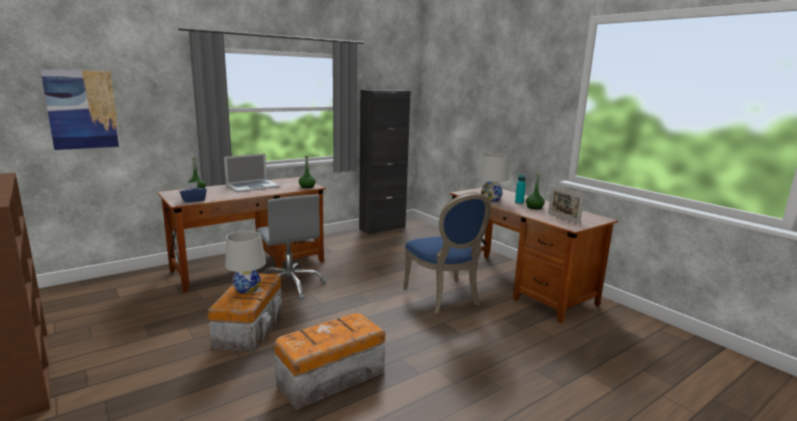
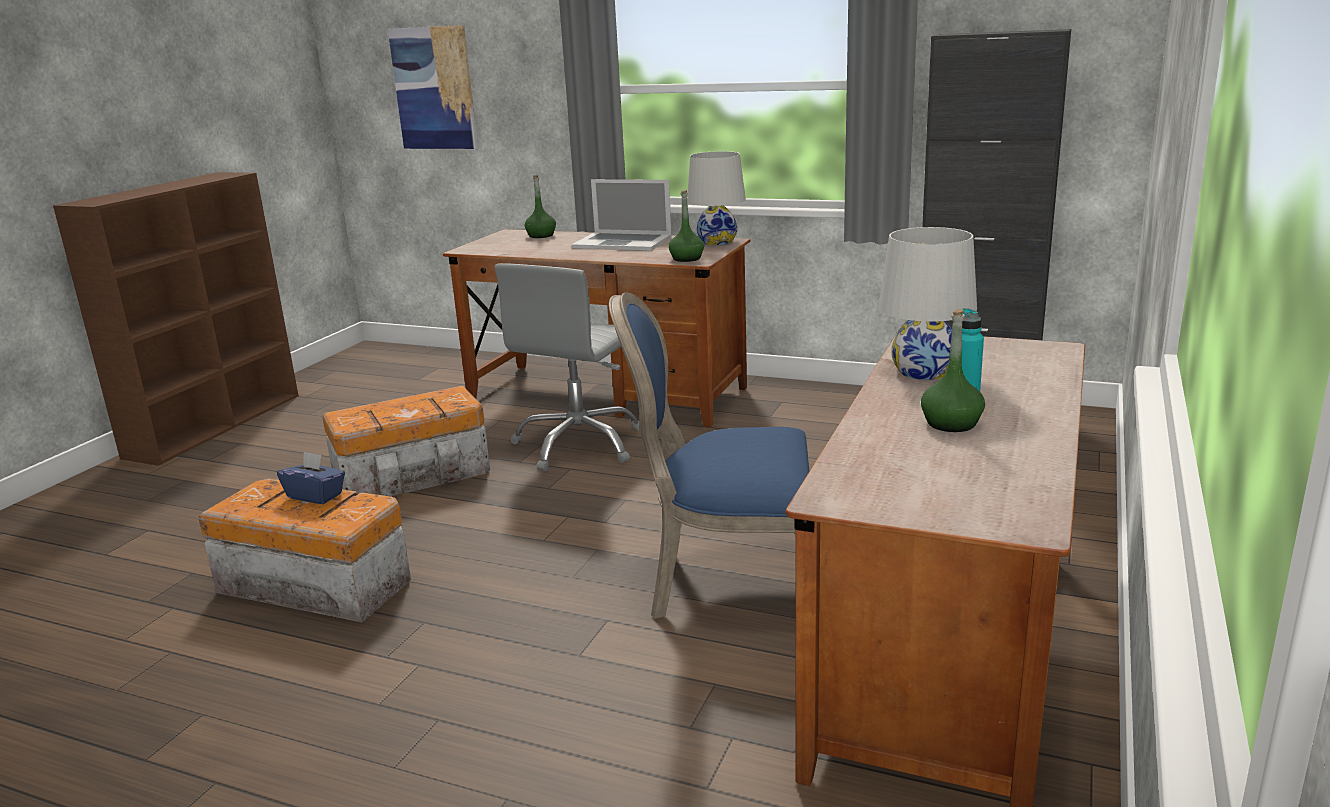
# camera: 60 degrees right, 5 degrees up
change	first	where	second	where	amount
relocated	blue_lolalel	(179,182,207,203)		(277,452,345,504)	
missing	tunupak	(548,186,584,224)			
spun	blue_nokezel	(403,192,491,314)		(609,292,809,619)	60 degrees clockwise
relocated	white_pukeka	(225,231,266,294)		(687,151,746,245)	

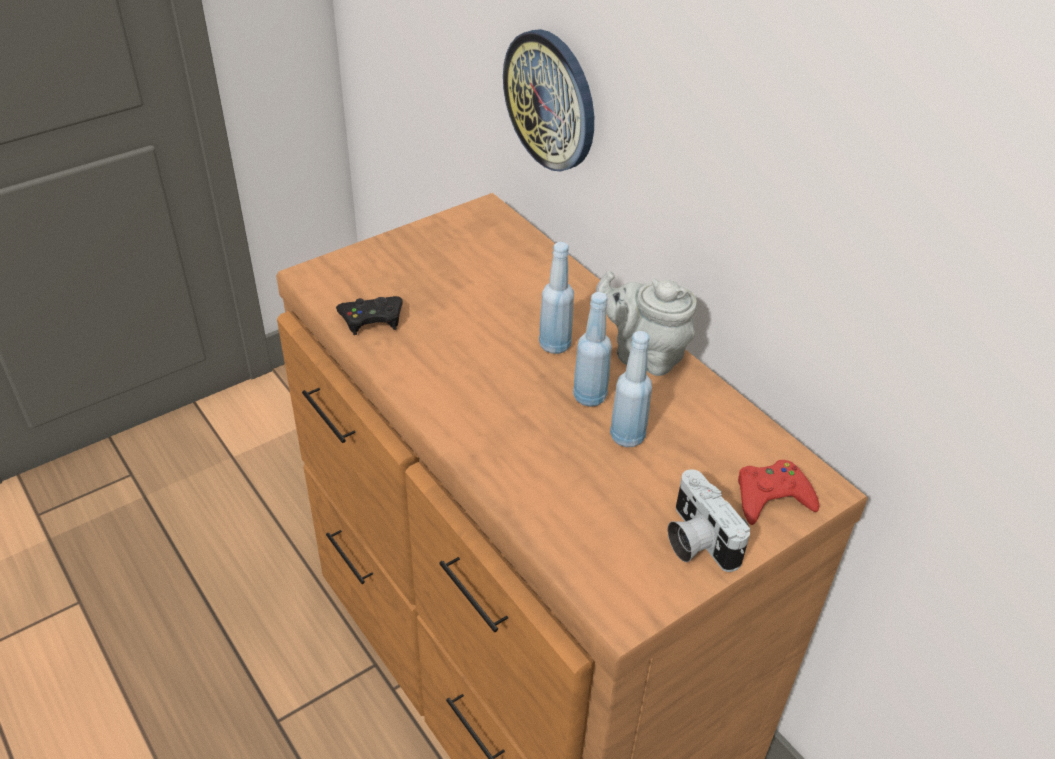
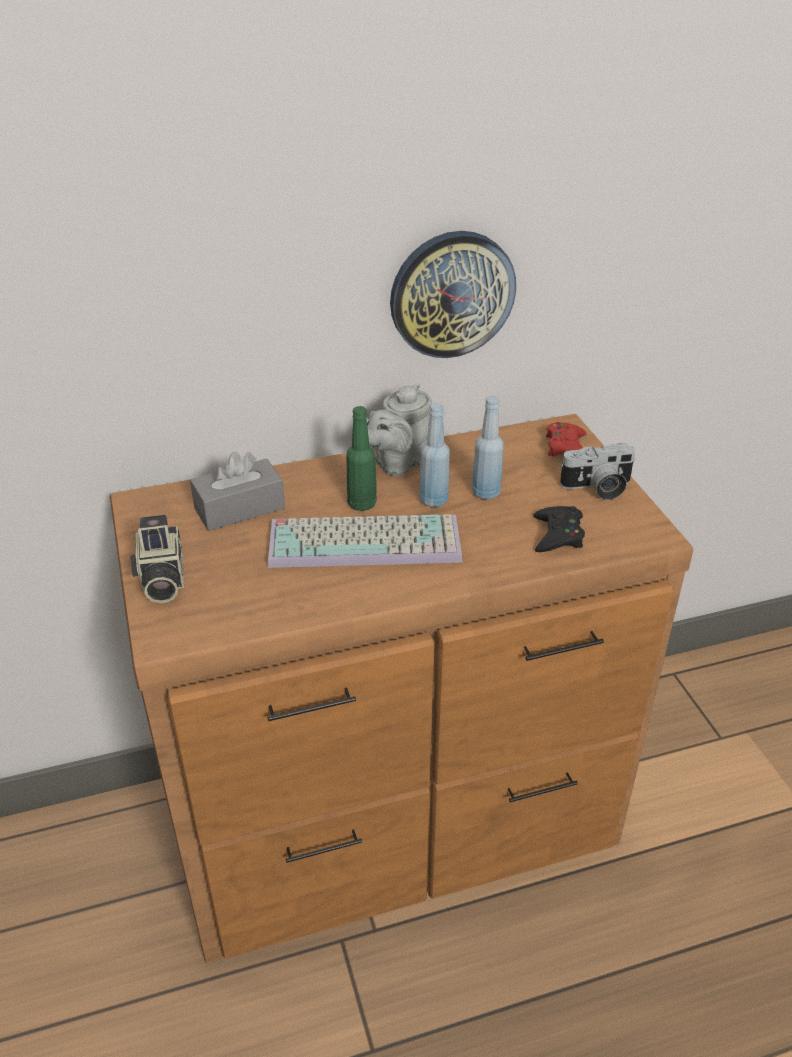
# camera: 70 degrees left, 5 degrees down
change	first	where	second	where	amount
relocated	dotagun	(503,29,594,172)		(390,231,516,358)	
colour	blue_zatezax	(539,242,574,354)	green_zatezax	(346,406,377,511)	
relocated	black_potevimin	(336,296,403,335)		(533,506,585,552)	
appeared			grey_lolalel	(190,452,285,531)	
appeared			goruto	(268,514,463,568)	
appeared			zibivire	(130,515,184,603)	

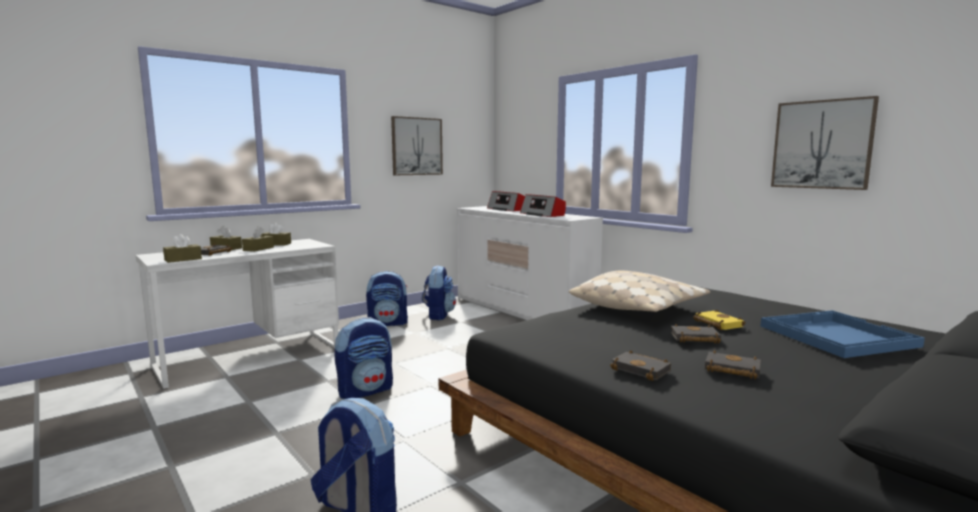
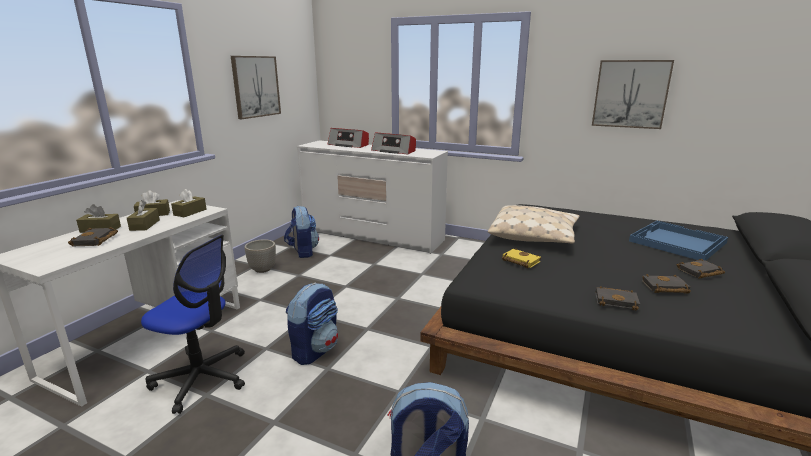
# camera: 25 degrees left, 10 degrees up
change	first	where	second	where	amount
relocated	brown_lolalel	(163,234,202,263)		(171,189,207,217)	
exchanged	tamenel	(366,271,408,326)	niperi	(245,239,276,273)	
relocated	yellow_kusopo	(693,310,745,330)		(502,248,541,268)	
relocated	black_kusopo	(671,324,721,343)		(676,259,725,279)	
appeared			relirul	(141,235,245,414)	

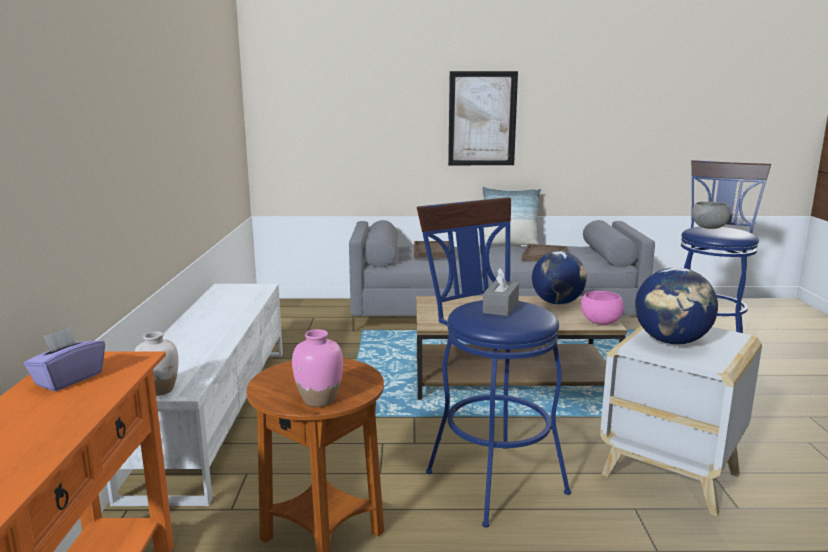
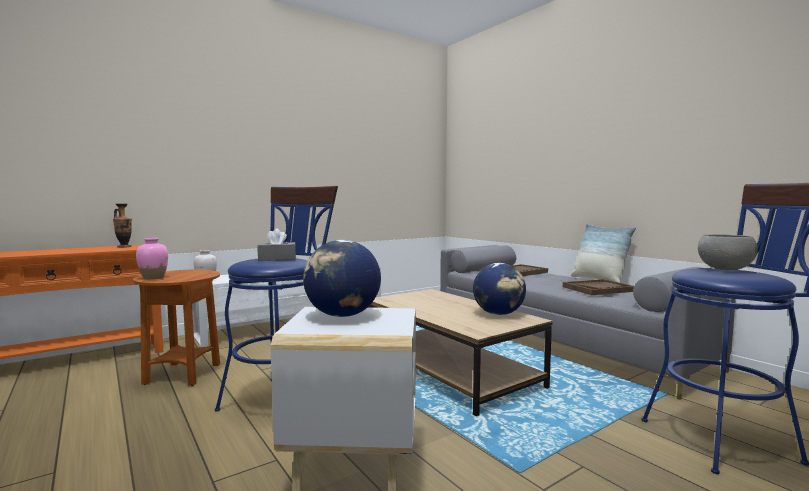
# camera: 55 degrees right, 10 degrees down
change	first	where	second	where	amount
missing	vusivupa	(448,71,518,165)			
missing	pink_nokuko	(581,291,624,325)			
exchanged	purple_lolalel	(23,327,105,391)	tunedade	(113,203,132,248)	

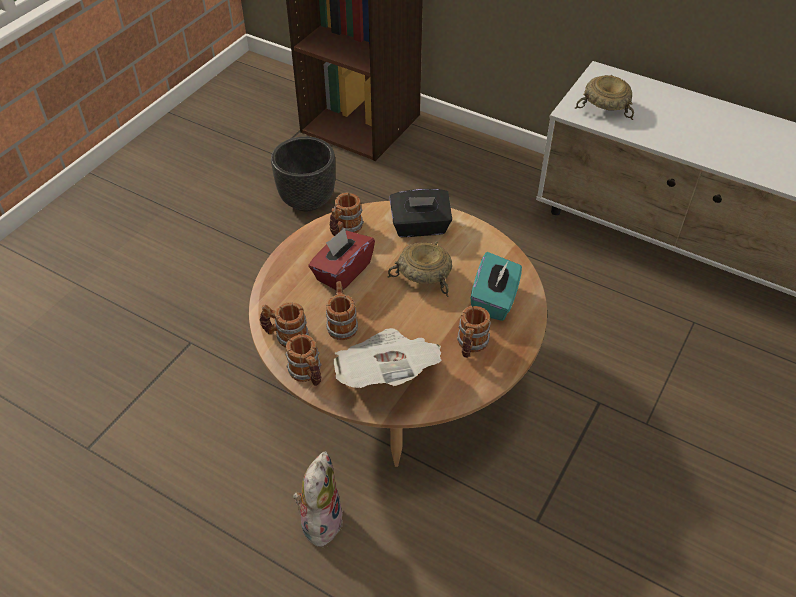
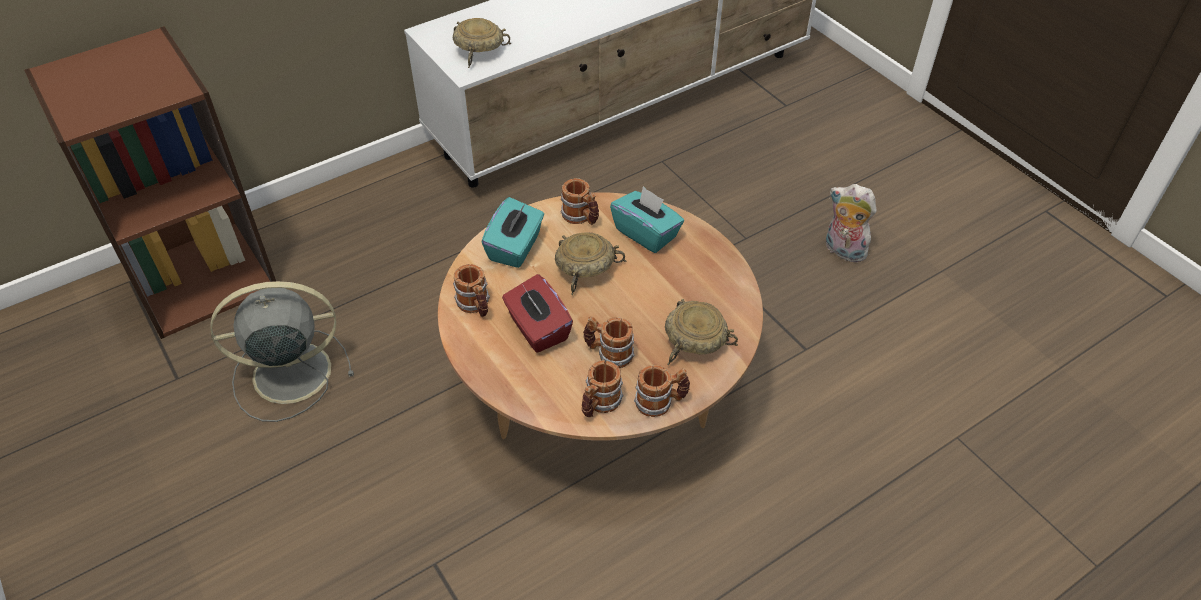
# camera: 65 degrees left, 0 degrees up
change	first	where	second	where	amount
exchanged	black_niperi	(271,137,335,212)	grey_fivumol	(210,281,354,422)	
colour	black_lolalel	(389,189,452,237)	turquoise_lolalel	(482,197,544,268)	
relocated	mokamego	(457,306,491,358)		(561,178,599,225)	
exchanged	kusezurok	(333,328,441,388)	beige_nokuko	(665,299,738,365)	
relocated	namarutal	(293,451,343,547)		(826,184,877,262)	

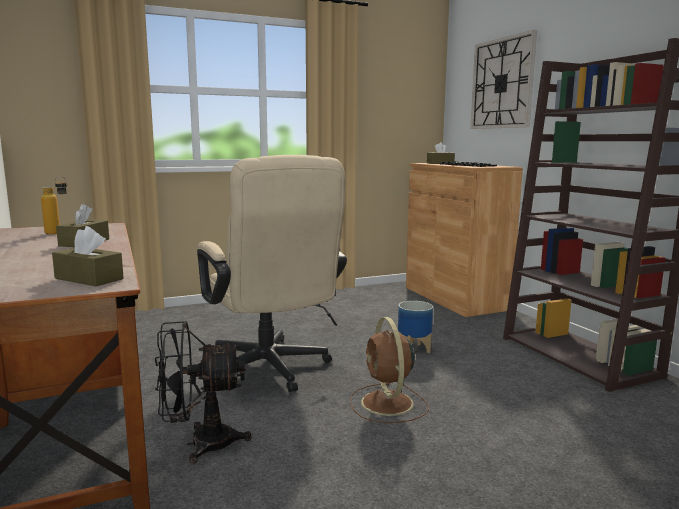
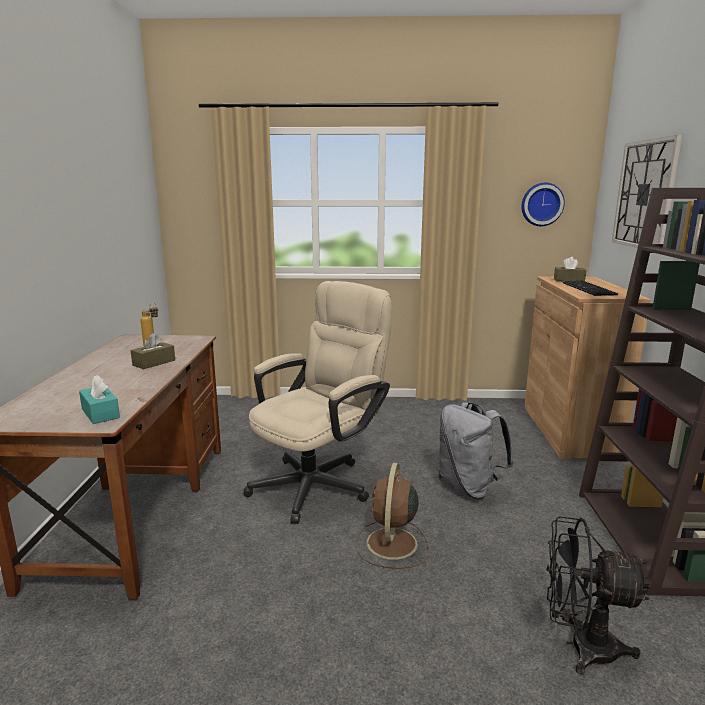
# camera: 25 degrees right, 5 degrees up
change	first	where	second	where	amount
spun	beige_relirul	(197,155,347,392)		(243,281,392,524)	135 degrees counterclockwise
colour	brown_lolalel	(52,226,124,286)	turquoise_lolalel	(79,375,120,424)	
exchanged	niperi	(398,301,433,353)	grey_tamenel	(438,402,514,499)	
relocated	black_fivumol	(155,321,252,464)		(547,516,651,675)	
appeared			dotagun	(521,183,565,226)	

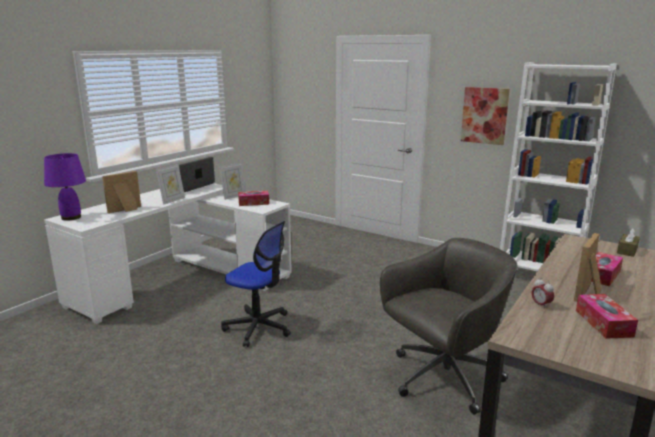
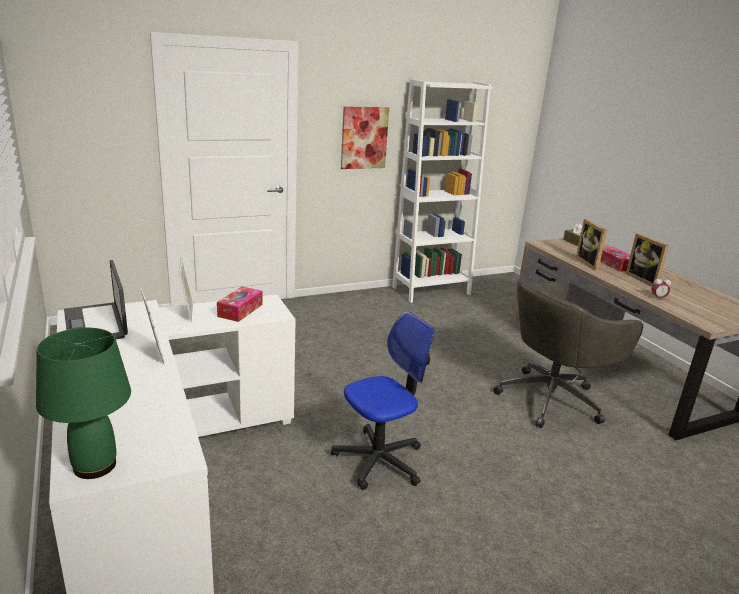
# camera: 60 degrees left, 5 degrees up
change	first	where	second	where	amount
colour	purple_pukeka	(44,153,86,221)	green_pukeka	(36,328,131,479)	
relocated	tunupak	(102,171,141,213)		(576,219,607,270)	
spun	grey_relirul	(380,238,518,415)		(493,278,643,428)	120 degrees counterclockwise
missing	lolalel	(576,294,638,339)			

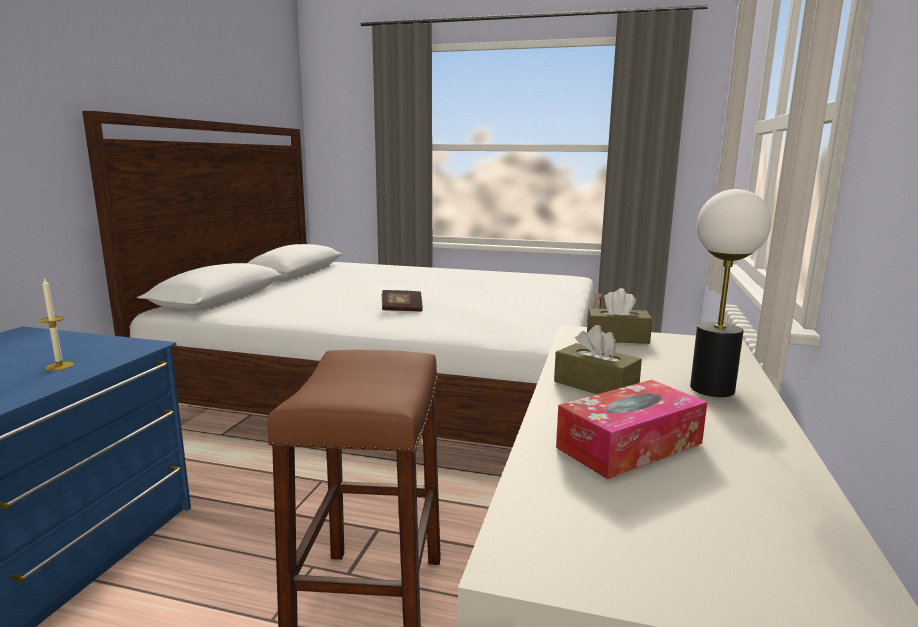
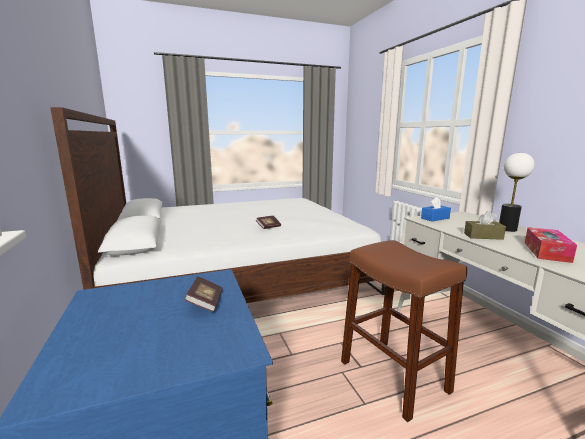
# camera: 35 degrees left, 0 degrees up
change	first	where	second	where	amount
exchanged	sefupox	(39,278,74,371)	kusopo	(184,276,222,312)	
colour	brown_lolalel	(587,288,652,344)	blue_lolalel	(421,197,451,221)	

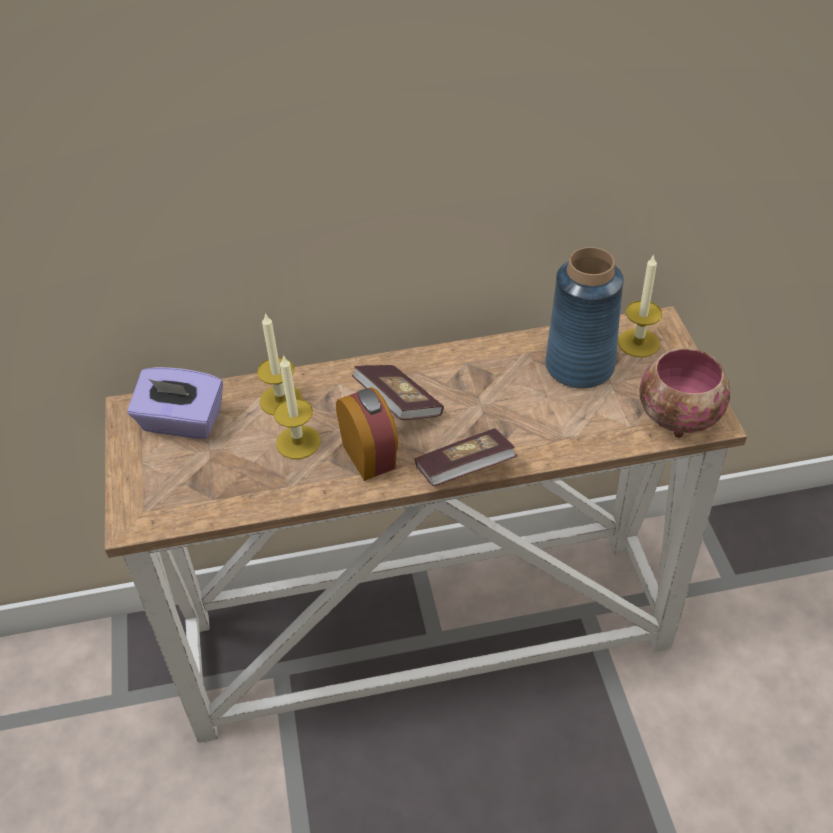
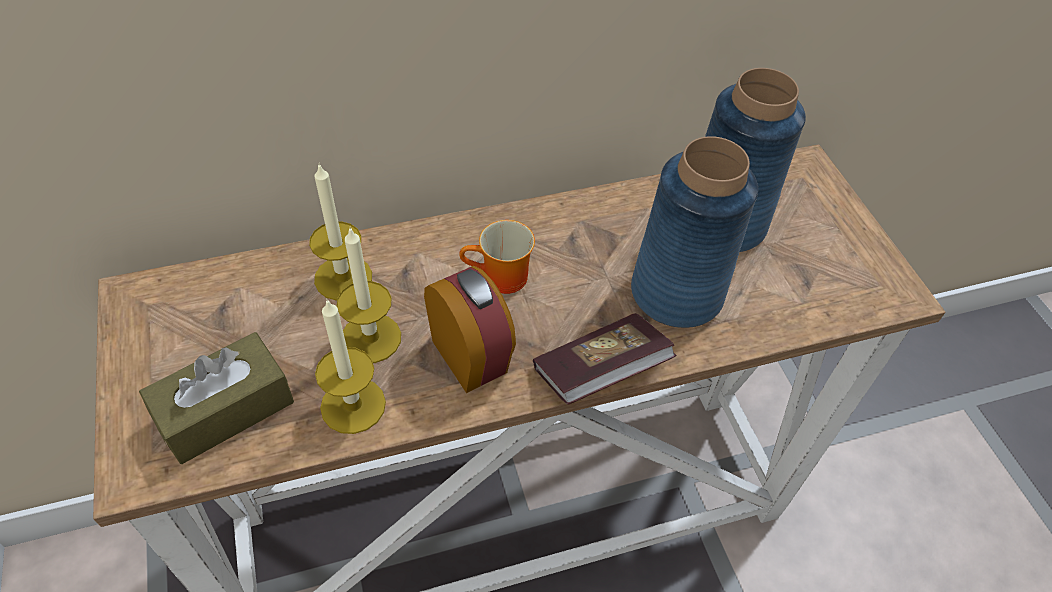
# camera: 10 degrees left, 5 degrees up
change	first	where	second	where	amount
relocated	sefupox	(618,254,662,357)		(315,299,386,434)	
missing	nokuko	(640,348,730,438)			
exchanged	kusopo	(352,365,444,420)	mokamego	(459,220,535,294)	
missing	purple_lolalel	(127,367,223,439)			
appeared			blue_tunedade	(631,136,758,328)	
appeared			brown_lolalel	(139,332,294,464)	

